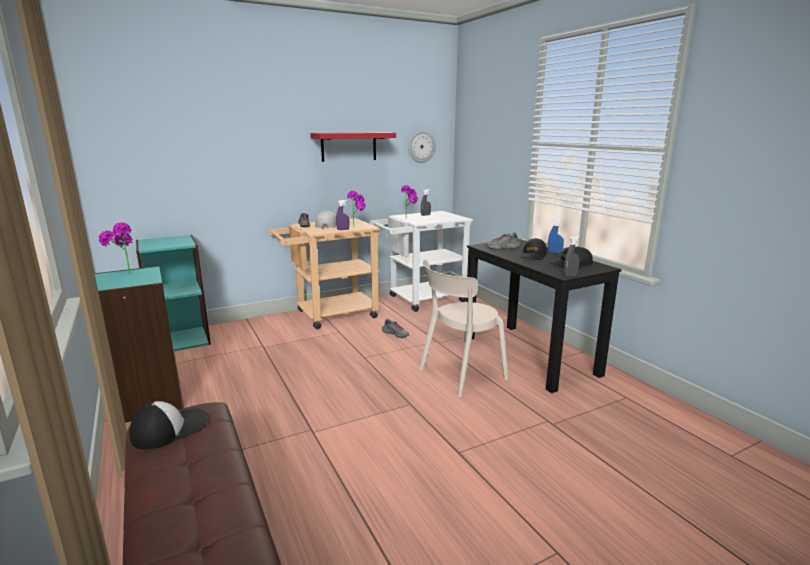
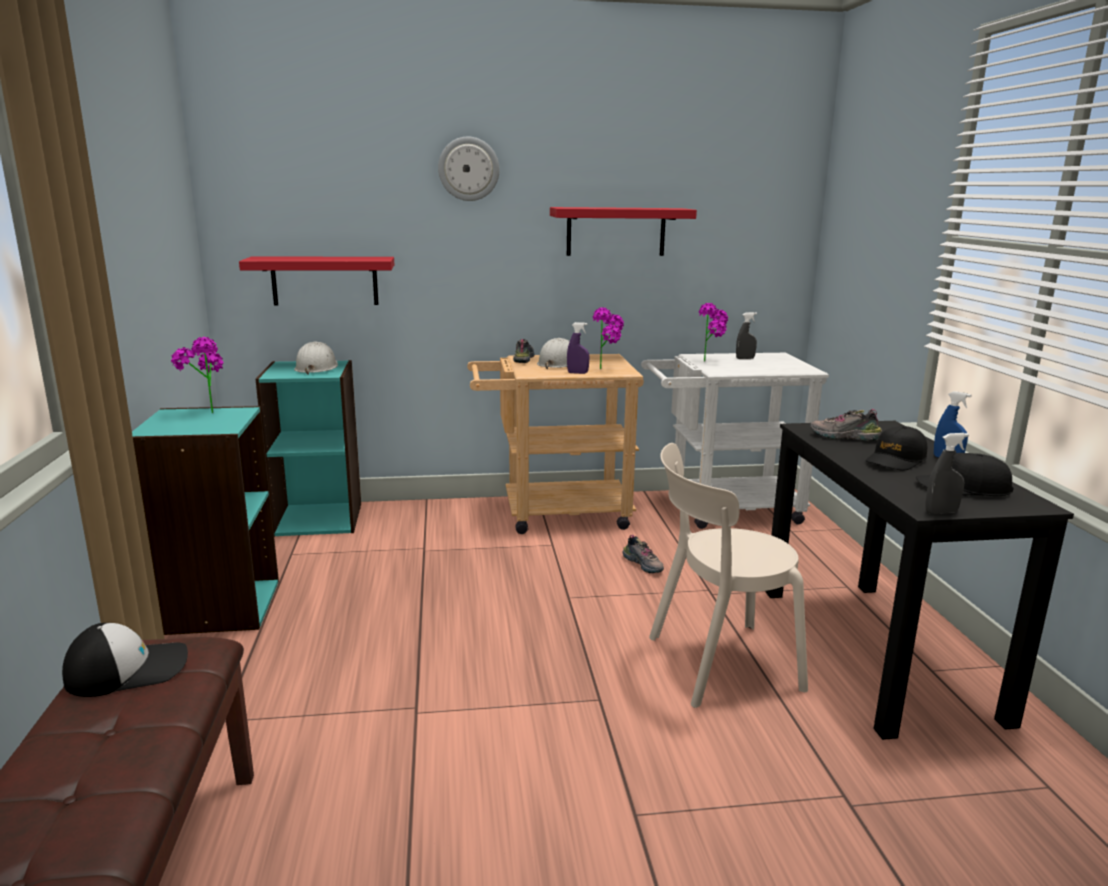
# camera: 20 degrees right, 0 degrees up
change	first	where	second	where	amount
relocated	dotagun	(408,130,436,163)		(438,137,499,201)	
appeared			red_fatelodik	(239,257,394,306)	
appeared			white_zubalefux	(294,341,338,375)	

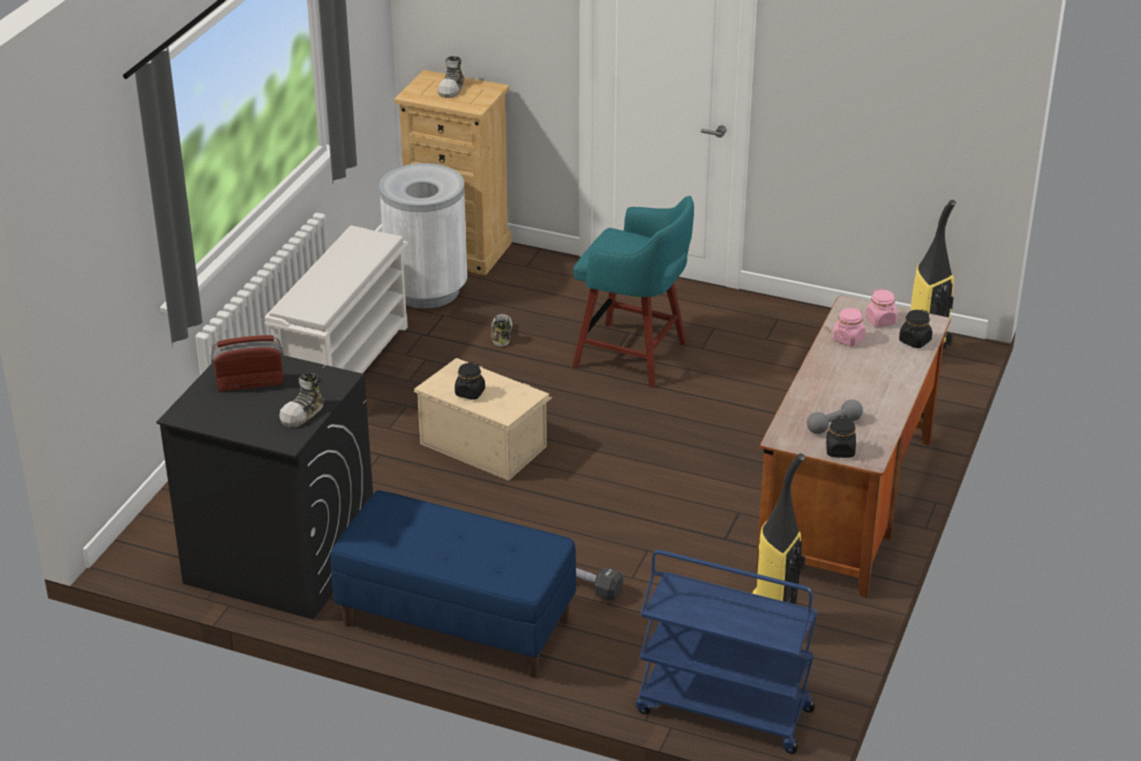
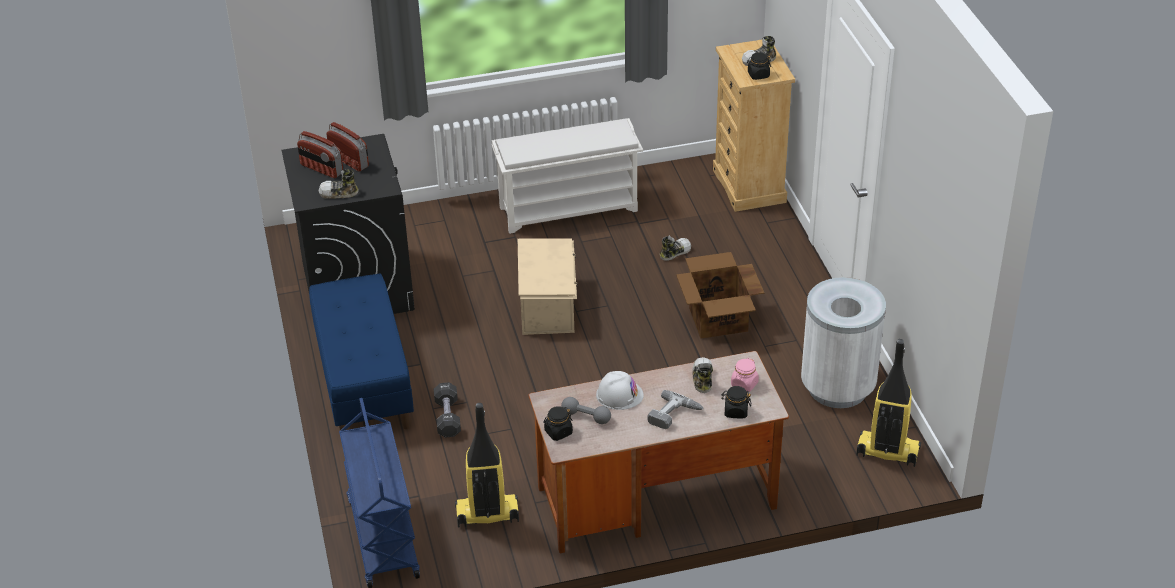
# camera: 55 degrees right, 5 degrees up
change	first	where	second	where	amount
relocated	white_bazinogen	(379,163,467,308)		(801,277,886,408)	
exchanged	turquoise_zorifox	(572,196,694,388)	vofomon	(676,252,764,338)	
exchanged	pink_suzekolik	(833,308,866,346)	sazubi	(692,357,713,393)	
relocated	black_suzekolik	(455,362,485,400)		(747,52,771,80)	
appeared			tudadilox	(297,131,343,178)	
appeared			white_zubalefux	(596,371,644,410)	
appeared			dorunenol	(648,390,704,429)	

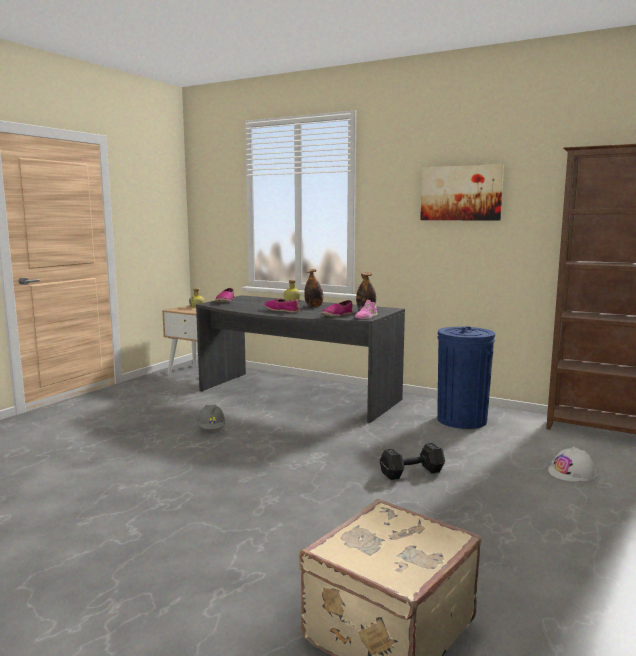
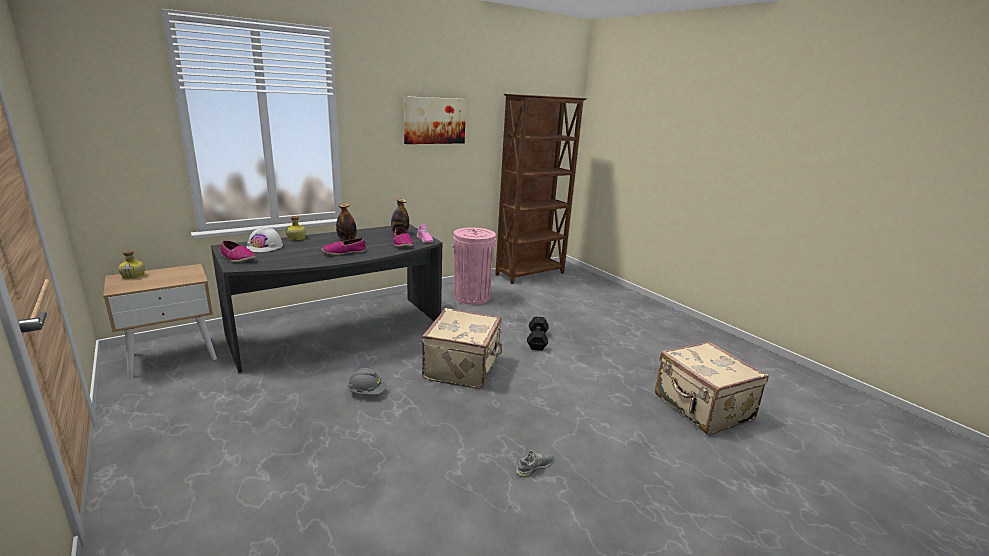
# camera: 65 degrees left, 10 degrees up
change	first	where	second	where	amount
colour	blue_bazinogen	(437,326,495,429)	pink_bazinogen	(452,227,496,305)	
relocated	white_zubalefux	(548,446,596,482)		(246,226,283,252)	
appeared			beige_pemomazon	(422,308,502,389)	
appeared			grey_sazubi	(516,450,554,478)	

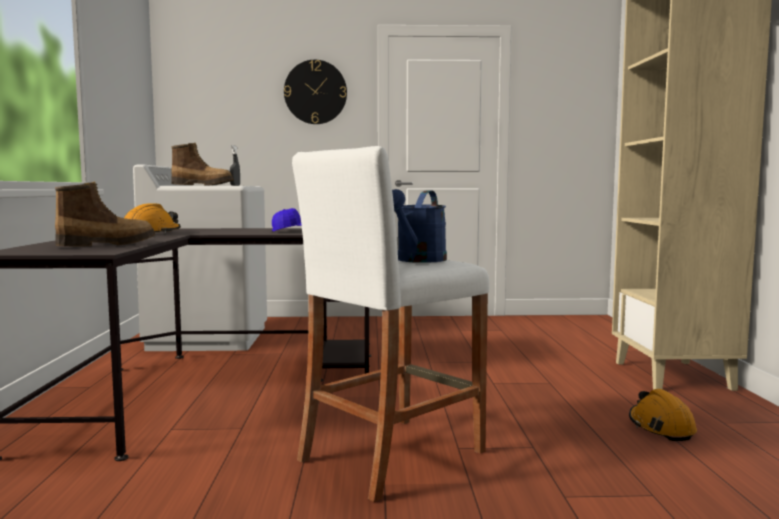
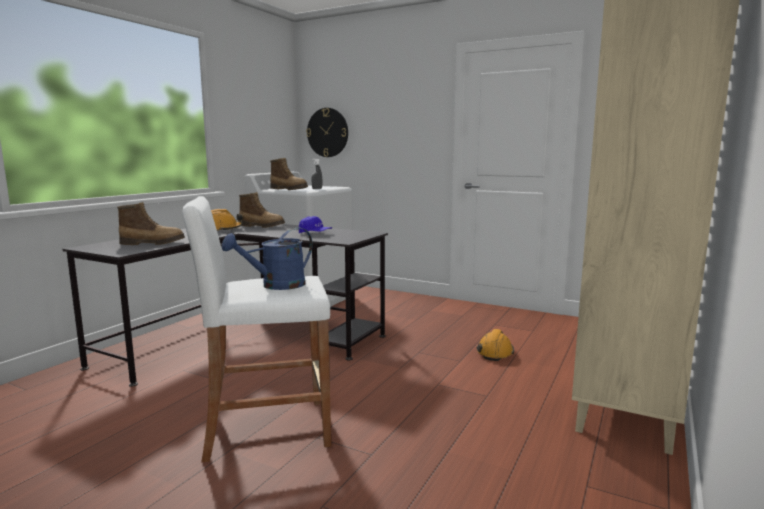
# camera: 30 degrees right, 5 degrees up
change	first	where	second	where	amount
relocated	dotagun	(284,60,347,124)		(306,108,348,157)	
relocated	orange_zubalefux	(629,389,697,441)		(476,329,514,361)	
appeared			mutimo	(239,192,285,228)	

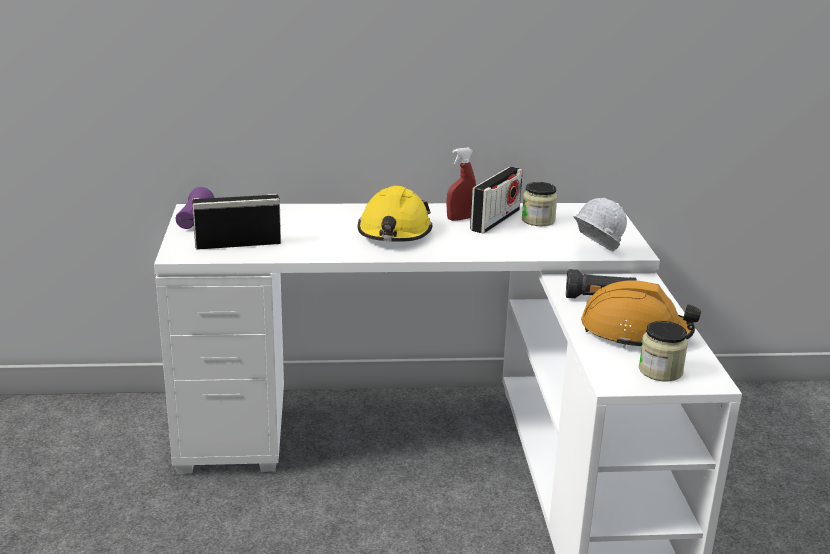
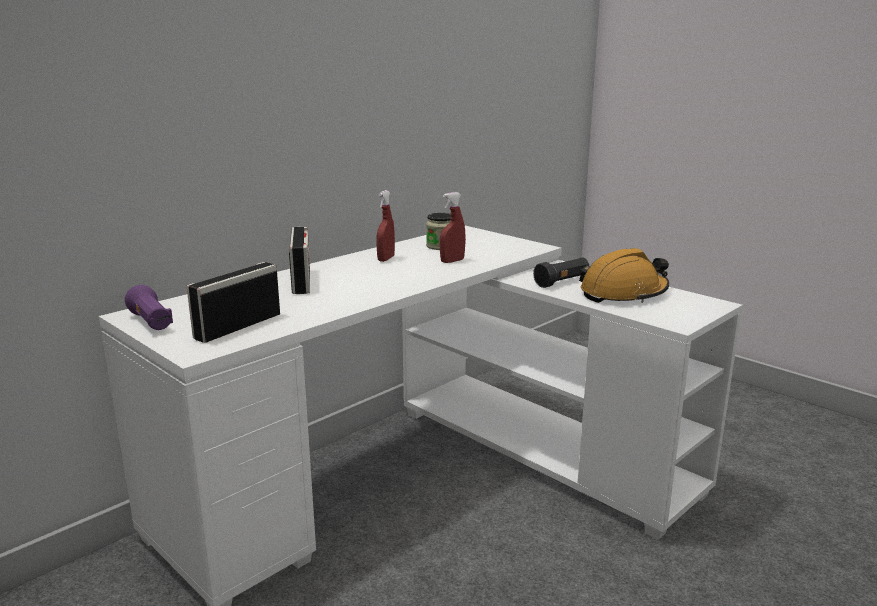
# camera: 40 degrees left, 5 degrees down
change	first	where	second	where	amount
relocated	tudadilox	(470,167,523,234)		(289,227,310,294)	
missing	yellow_zubalefux	(358,186,433,242)			
missing	white_zubalefux	(573,198,627,251)			
missing	suzekolik	(639,321,688,381)			
appeared			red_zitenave	(440,192,466,263)	

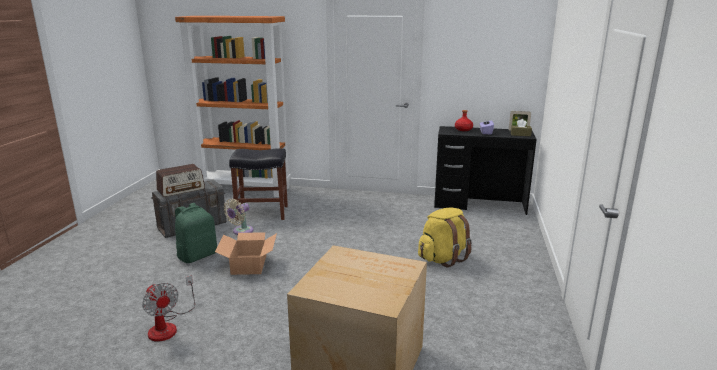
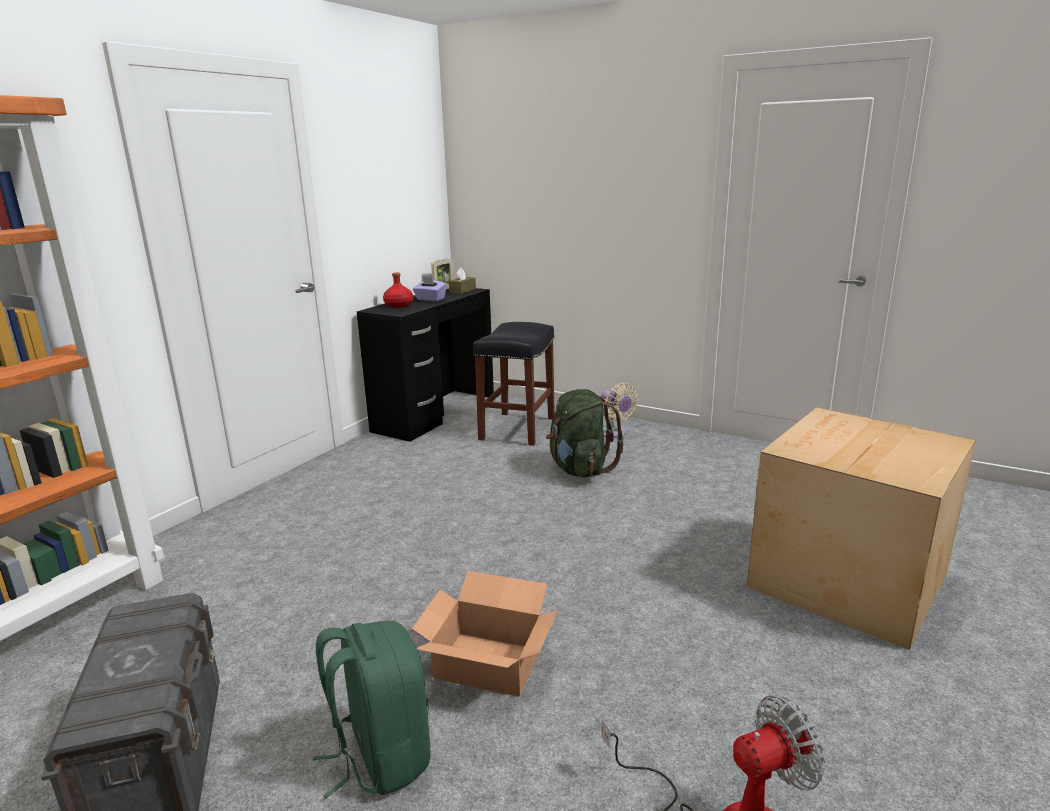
# camera: 70 degrees left, 0 degrees up
change	first	where	second	where	amount
relocated	black_zorifox	(229,148,288,221)		(473,322,555,446)	
missing	tudadilox	(156,164,205,197)			
relocated	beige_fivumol	(224,199,253,235)		(601,382,638,438)	
colour	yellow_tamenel	(418,208,472,267)	green_tamenel	(546,389,624,478)	

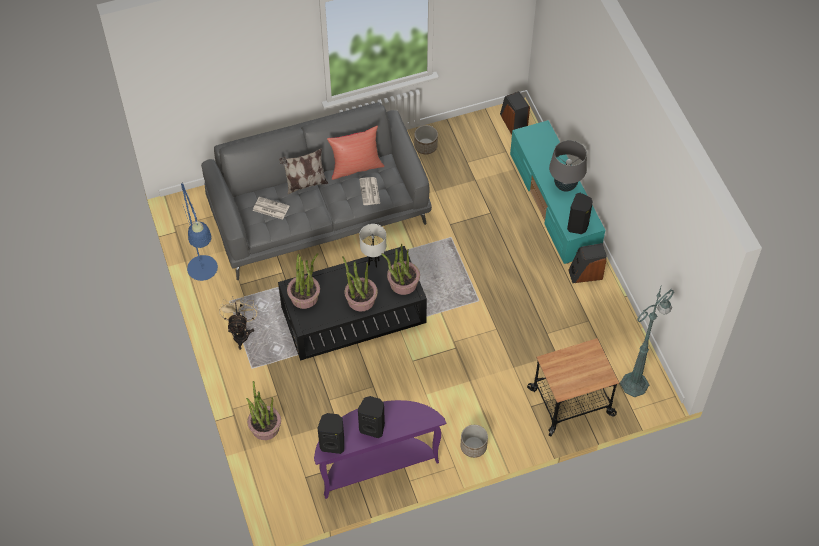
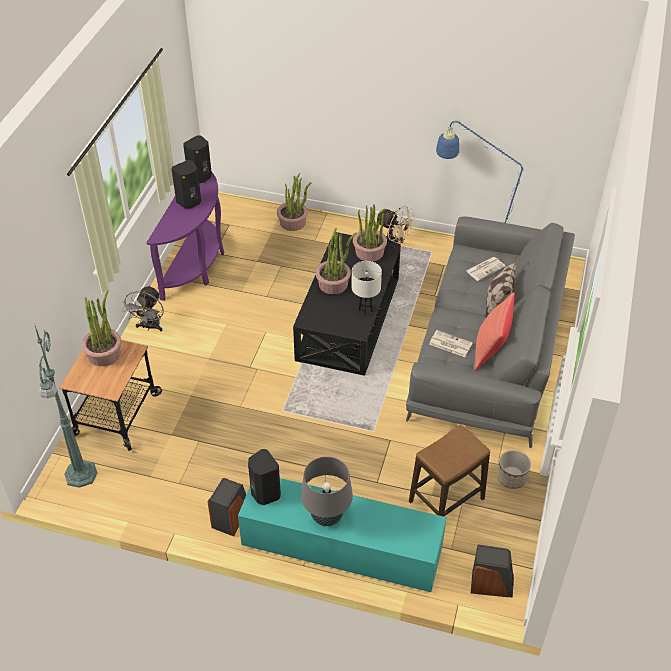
# camera: 125 degrees right, 10 degrees down
change	first	where	second	where	amount
relocated	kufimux	(381,244,420,295)		(82,290,121,366)	
exchanged	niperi	(461,425,488,458)	grey_fivumol	(122,285,164,331)	
appeared			zorifox	(409,424,490,517)	

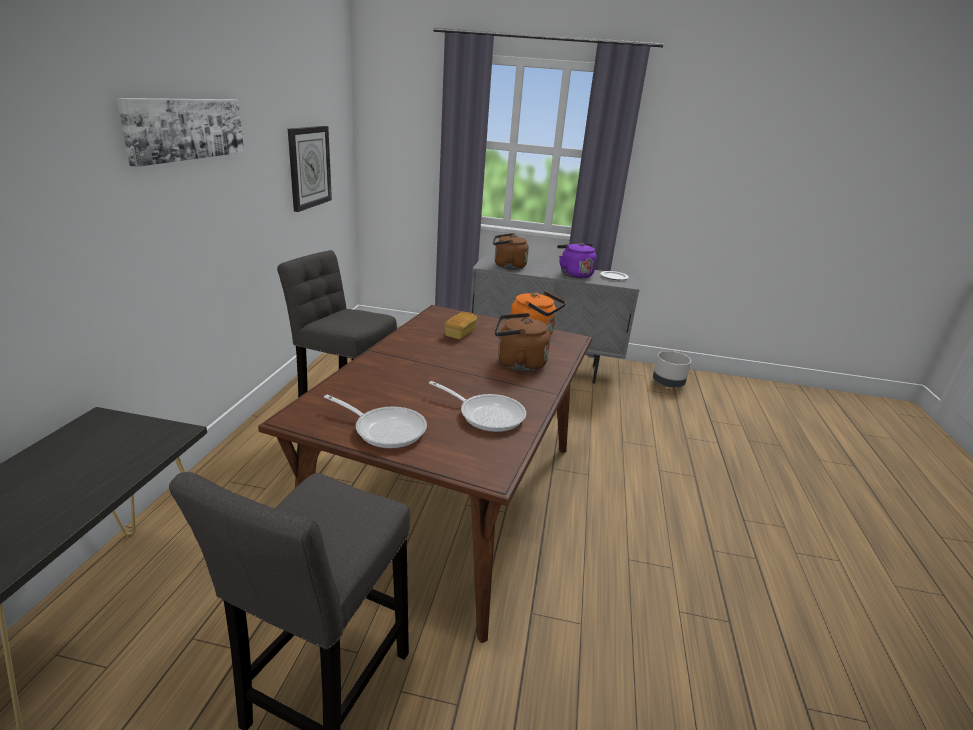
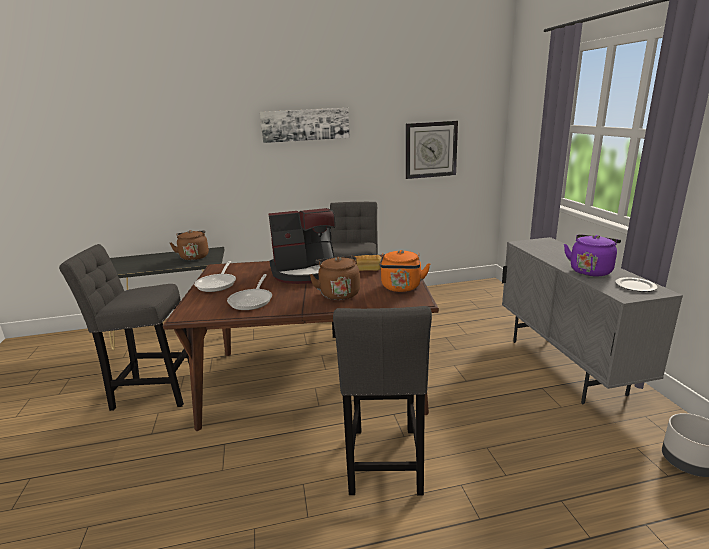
# camera: 70 degrees right, 5 degrees down
change	first	where	second	where	amount
relocated	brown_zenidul	(493,233,529,270)		(170,230,209,260)	
appeared			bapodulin	(268,208,335,284)	
appeared			grey_zorifox	(333,306,432,496)	

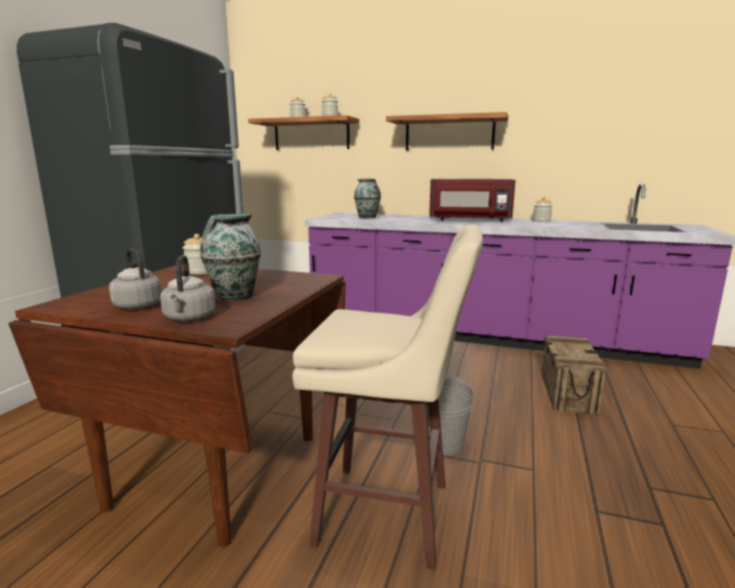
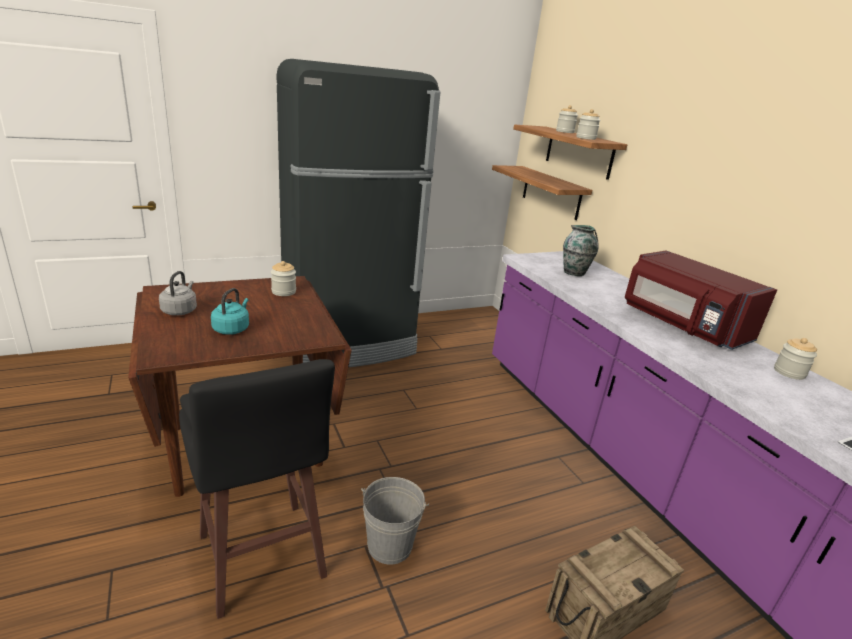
# camera: 45 degrees right, 10 degrees up
change	first	where	second	where	amount
relocated	fatelodik	(386,112,508,150)		(492,165,592,220)	
exchanged	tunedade	(200,214,261,301)	turquoise_zenidul	(211,288,249,335)	
colour	beige_zorifox	(292,224,483,570)	black_zorifox	(179,359,335,619)	
missing	grey_zenidul	(160,255,215,321)			

